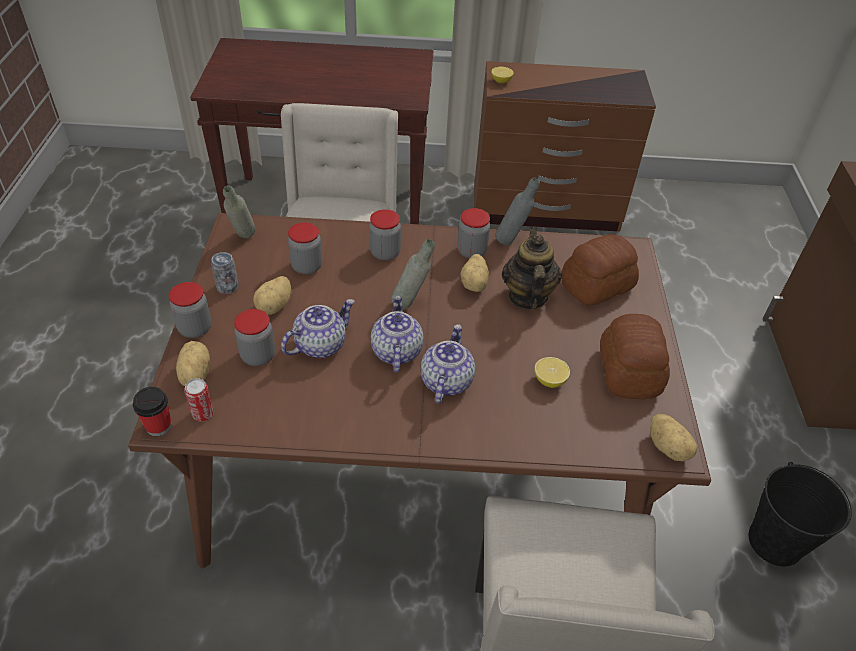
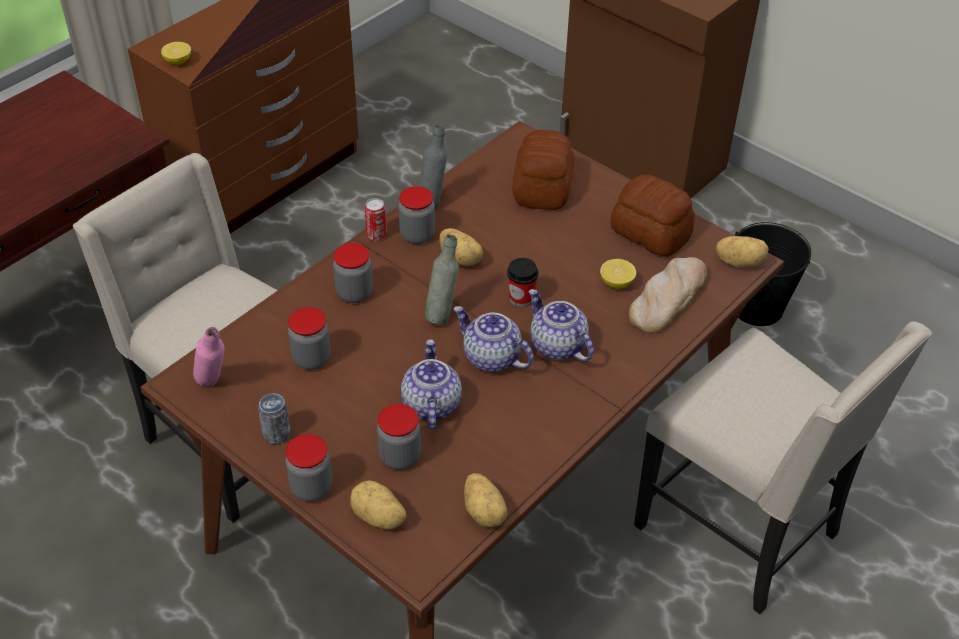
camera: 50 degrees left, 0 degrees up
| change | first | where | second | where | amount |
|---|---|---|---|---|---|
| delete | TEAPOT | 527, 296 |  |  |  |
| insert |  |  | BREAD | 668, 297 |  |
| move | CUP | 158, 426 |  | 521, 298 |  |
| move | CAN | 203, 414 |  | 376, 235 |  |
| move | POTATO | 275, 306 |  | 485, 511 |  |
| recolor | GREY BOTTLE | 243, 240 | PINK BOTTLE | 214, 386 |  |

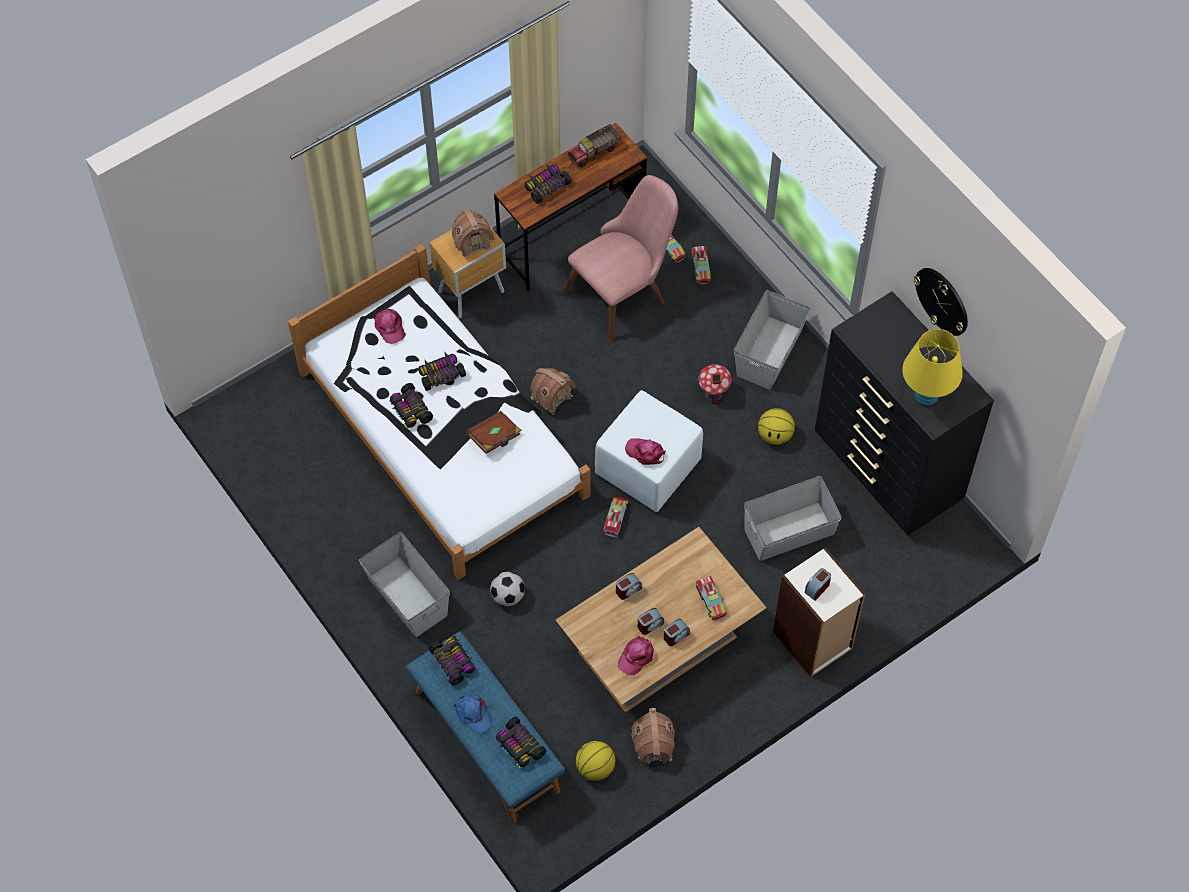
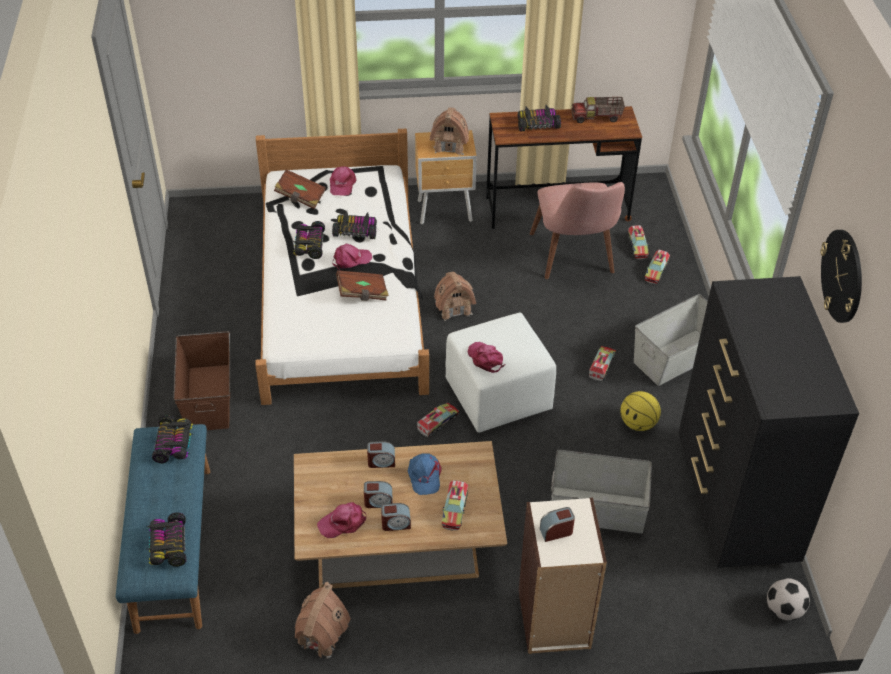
camera: 30 degrees right, 15 degrees down
| change | first | where | second | where | amount |
|---|---|---|---|---|---|
| delete | BASKETBALL | 595, 768 |  |  |  |
| delete | YELLOW TABLE LAMP | 925, 397 |  |  |  |
| insert |  |  | BROWN BOOK | 300, 197 |  |
| insert |  |  | PINK CAP | 351, 260 |  |
| move | BLUE CAP | 473, 714 |  | 424, 476 |  |
| move | FOOTBALL | 508, 596 |  | 783, 610 |  |
| replace | TOY HOUSE | 713, 393 | TOY TRUCK | 601, 366 |  |
| recolor | GREY STORAGE BOX | 407, 597 | BROWN STORAGE BOX | 208, 397 |  |
| rotate | PINK CHAIR | 624, 291 |  | 575, 260 | 90 degrees clockwise |

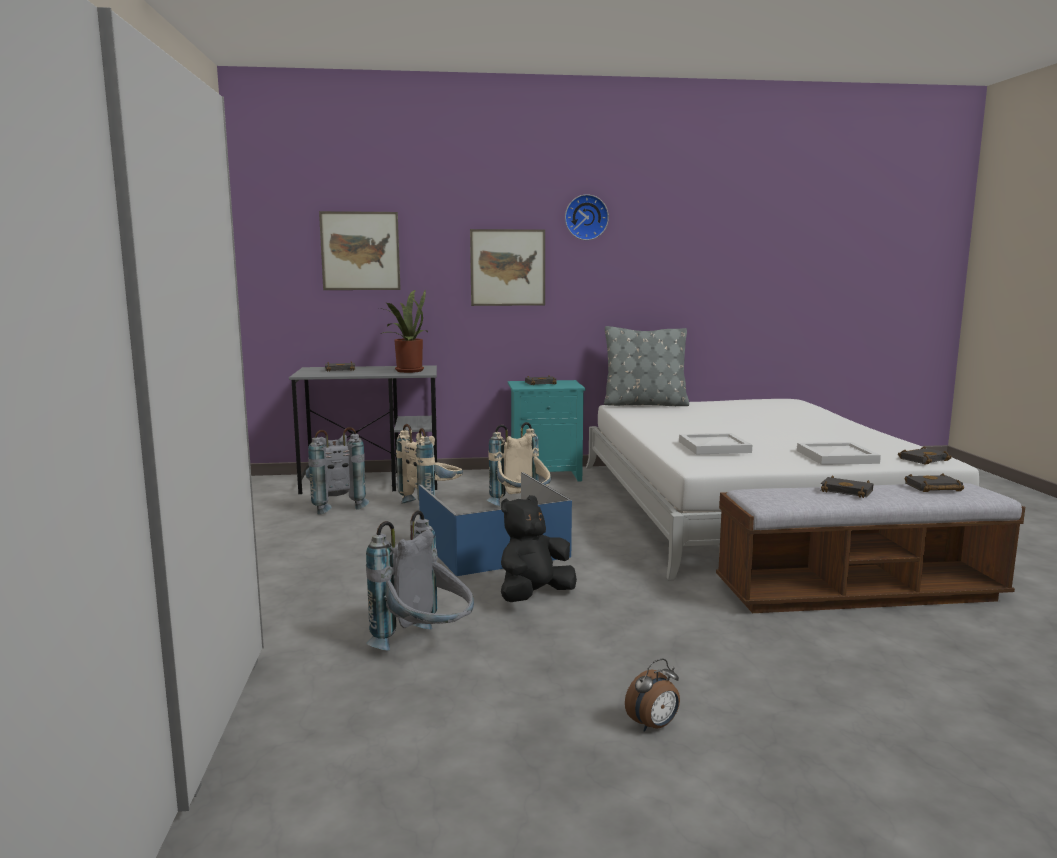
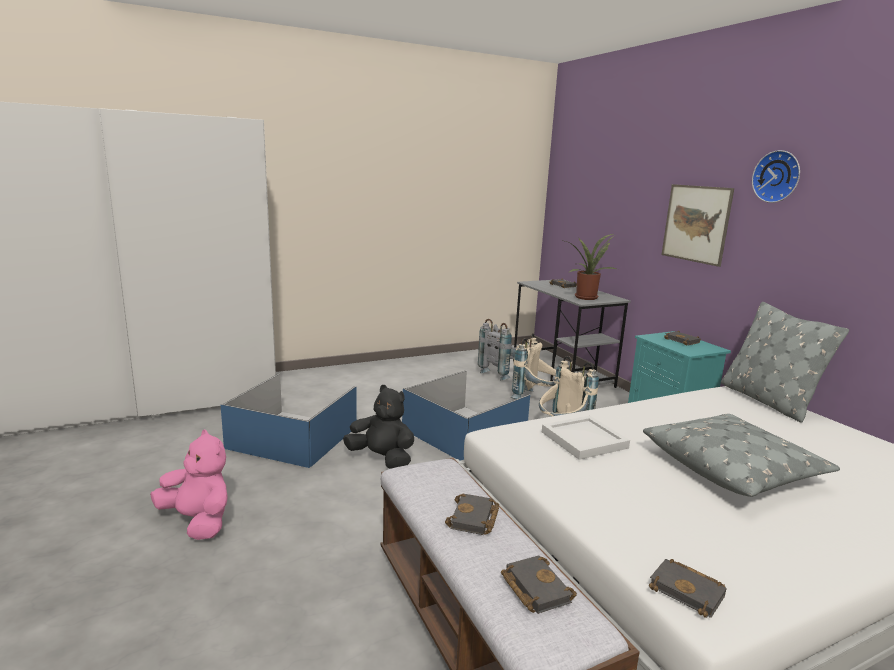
camera: 70 degrees right, 5 degrees up
| change | first | where | second | where | amount |
|---|---|---|---|---|---|
| delete | PICTURE | 360, 251 |  |  |  |
| delete | WHITE TRAY | 837, 456 |  |  |  |
| insert |  |  | GREY PILLOW | 732, 468 |  |
| replace | GREY BACKPACK | 426, 647 | BLUE STORAGE BOX | 295, 438 |  |
| replace | ALARM CLOCK | 654, 726 | PINK PLUSH TOY | 198, 521 |  |

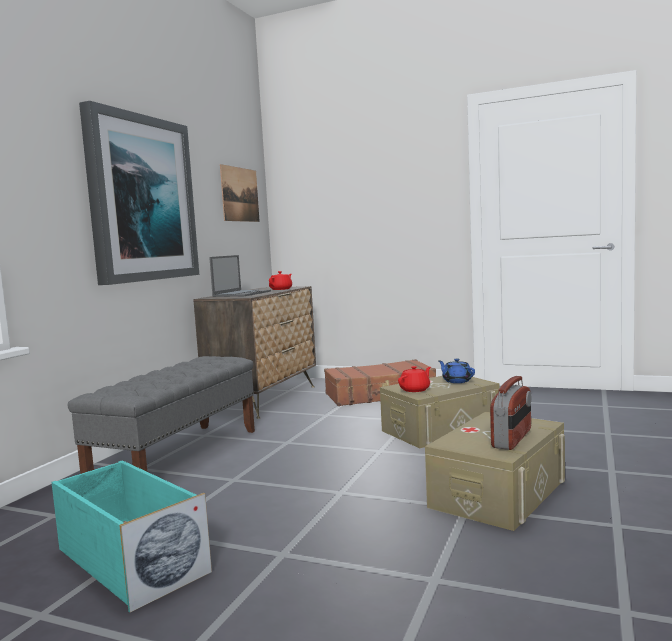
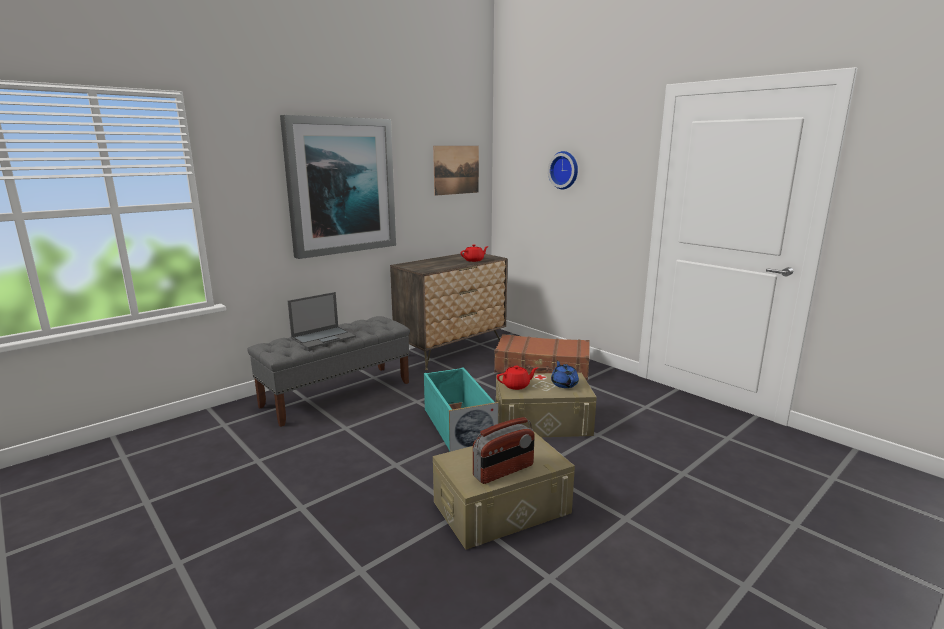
camera: 25 degrees right, 10 degrees up
| change | first | where | second | where | amount |
|---|---|---|---|---|---|
| insert |  |  | WALL CLOCK | 564, 170 |  |
| move | TURQUOISE STORAGE BOX | 129, 561 |  | 457, 426 |  |
| move | LAPTOP | 242, 294 |  | 324, 337 |  |

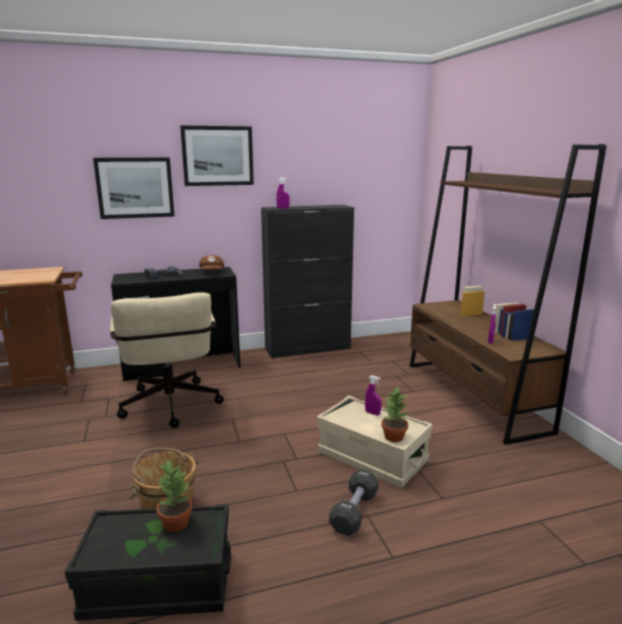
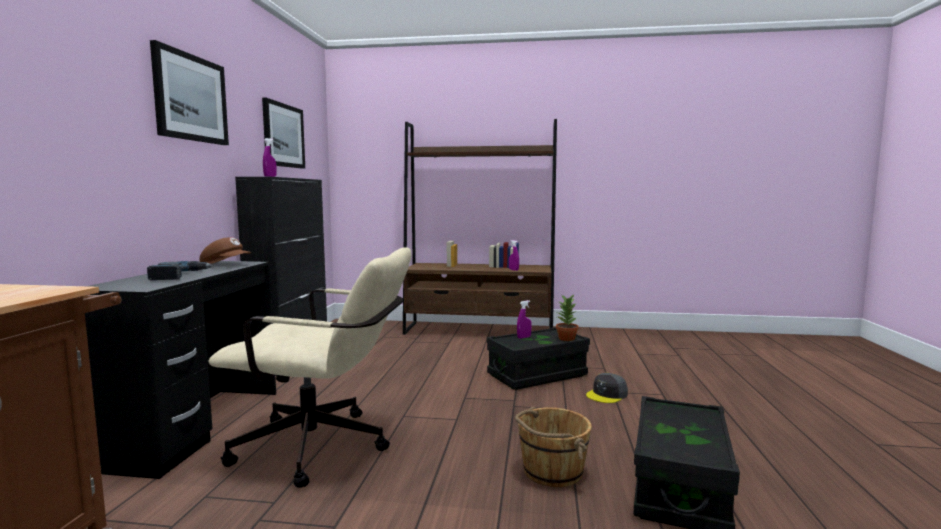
camera: 65 degrees left, 10 degrees down
| change | first | where | second | where | amount |
|---|---|---|---|---|---|
| delete | POTTED PLANT | 175, 523 |  |  |  |
| move | PICTURE | 135, 188 |  | 283, 135 |  |
| replace | BLACK DUMBBELL | 354, 512 | GREY CAP | 607, 395 |  |
| recolor | BEIGE STORAGE BOX | 372, 457 | BLACK STORAGE BOX | 537, 375 |  |

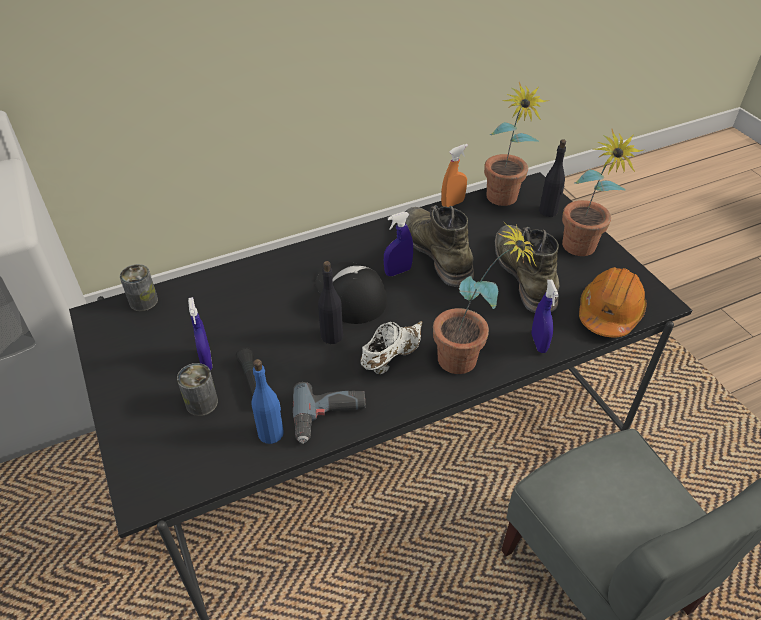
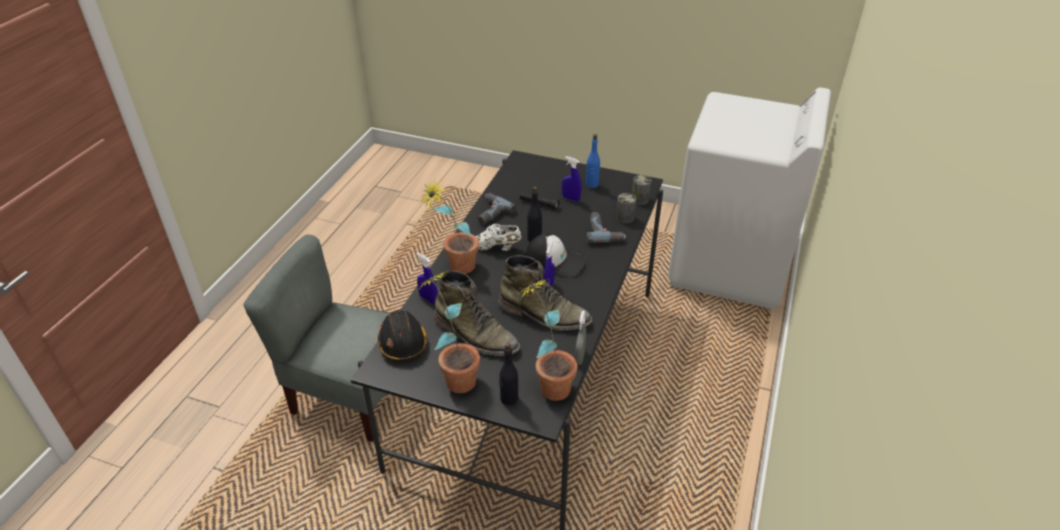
camera: 135 degrees right, 5 degrees down
| change | first | where | second | where | amount |
|---|---|---|---|---|---|
| insert |  |  | POWER DRILL | 604, 232 |  |
| move | CAN | 201, 402 |  | 625, 218 |  |
| move | BLUE BOTTLE | 271, 433 |  | 592, 184 |  |
| recolor | ORANGE SPRAY BOTTLE | 452, 203 | GREY SPRAY BOTTLE | 579, 357 |  |
| recolor | ORANGE HARD HAT | 609, 312 | BLACK HARD HAT | 402, 342 |  |
| rotate | WHITE SHOE | 390, 357 |  | 495, 247 | 105 degrees clockwise |

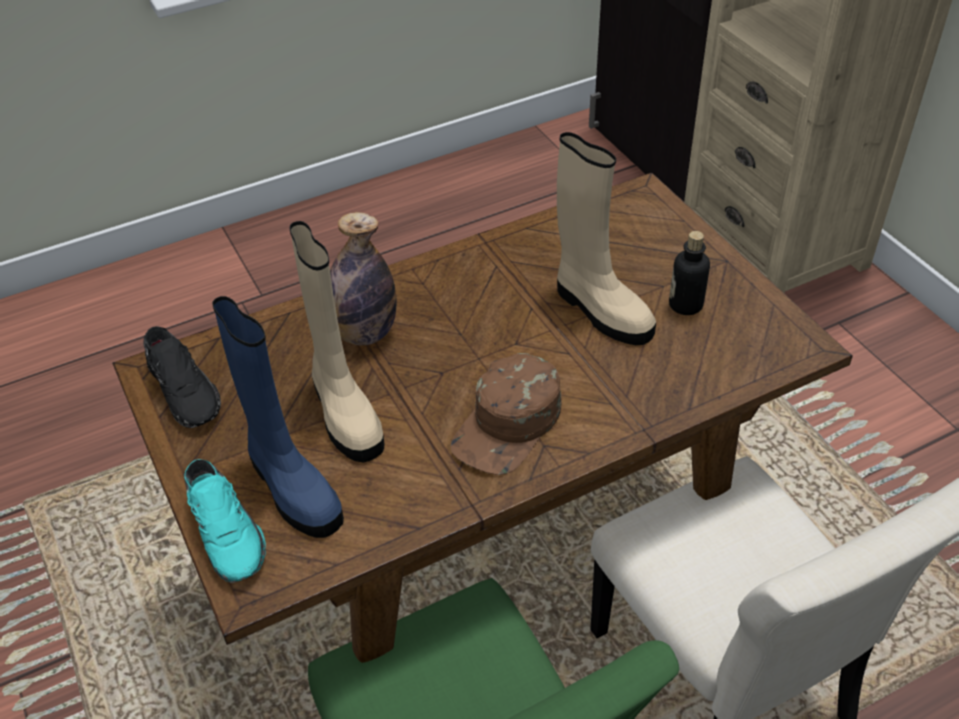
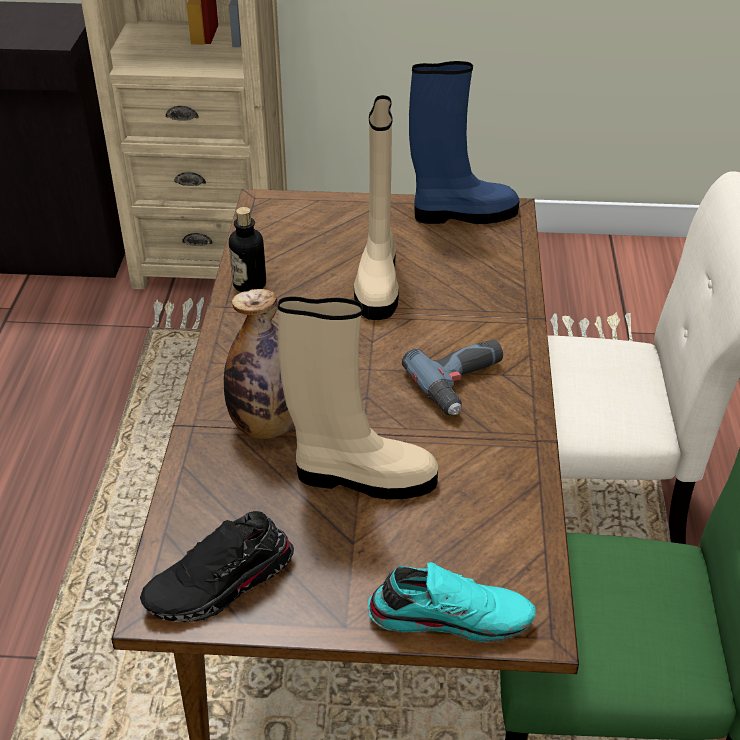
camera: 60 degrees left, 5 degrees down
| change | first | where | second | where | amount |
|---|---|---|---|---|---|
| move | BLUE BOOT | 291, 487 |  | 462, 214 |  |
| move | BOTTLE | 685, 305 |  | 249, 284 |  |
| replace | BROWN CAP | 508, 425 | POWER DRILL | 464, 383 |  |
| rotate | BLACK SHOE | 186, 390 |  | 221, 585 | 150 degrees clockwise |
| rotate | BEIGE BOOT | 600, 310 |  | 378, 282 | 105 degrees clockwise |

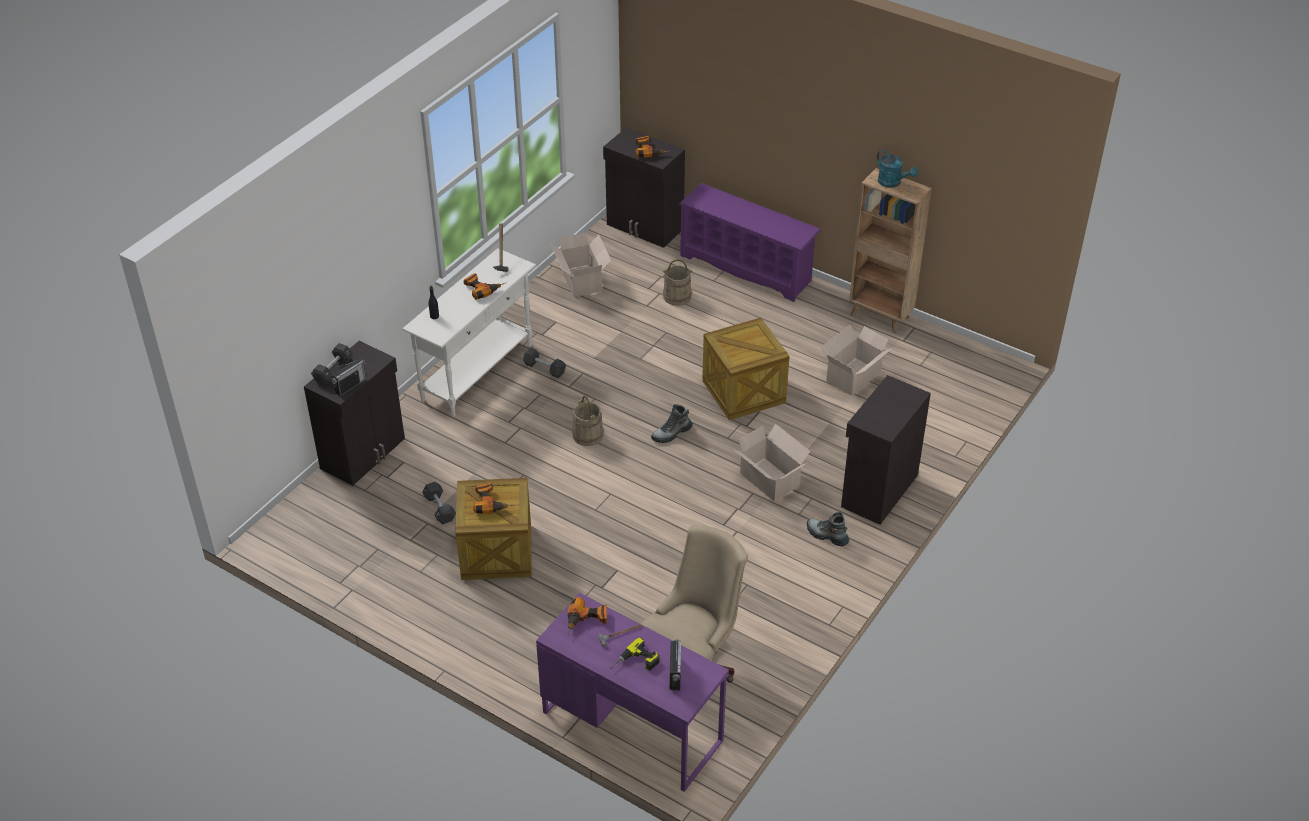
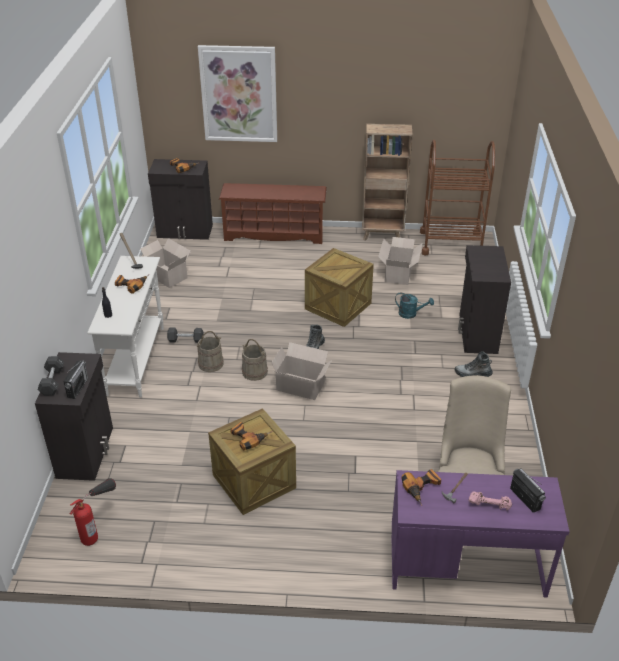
camera: 30 degrees left, 5 degrees down
| change | first | where | second | where | amount |
|---|---|---|---|---|---|
| delete | BLACK DUMBBELL | 439, 508 |  |  |  |
| insert |  |  | FIRE EXTINGUISHER | 99, 527 |  |
| insert |  |  | PICTURE | 239, 94 |  |
| insert |  |  | BROWN CART | 451, 243 |  |
| move | BEIGE BUCKET | 677, 296 |  | 210, 363 |  |
| move | CARDBOARD BOX | 770, 480 |  | 301, 387 |  |
| move | TURQUOISE WATERING CAN | 892, 183 |  | 411, 314 |  |
| replace | POWER DRILL | 635, 663 | PINK DUMBBELL | 489, 504 |  |
| recolor | PURPLE SHOE RACK | 747, 268 | BROWN SHOE RACK | 274, 234 |  |

